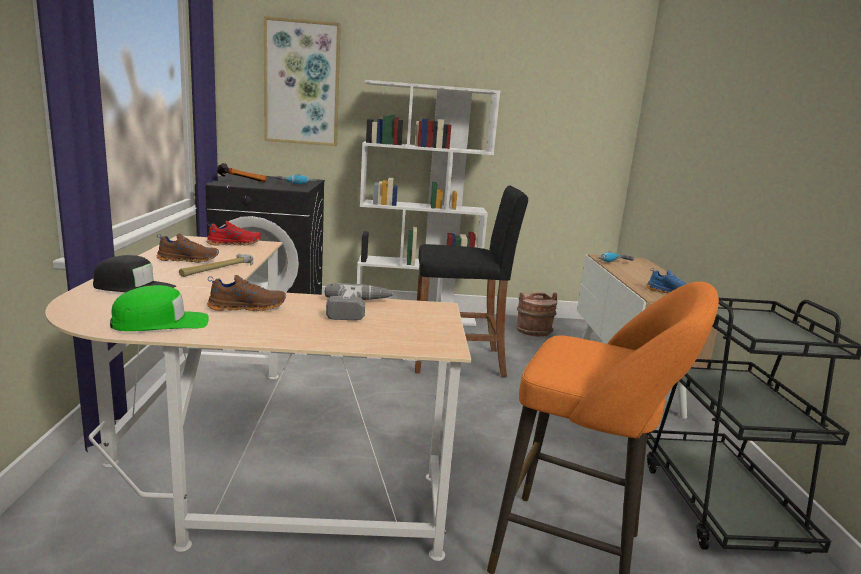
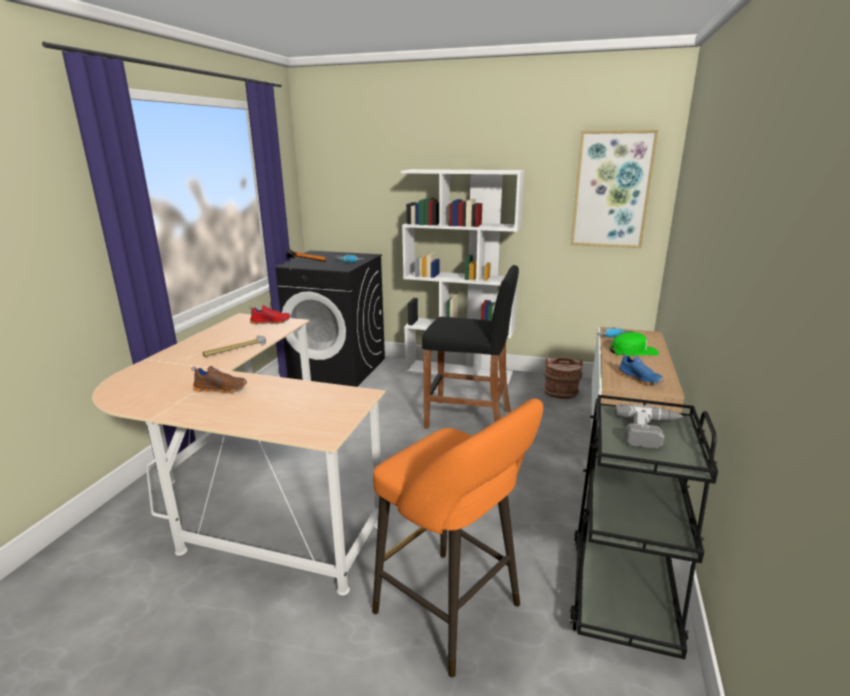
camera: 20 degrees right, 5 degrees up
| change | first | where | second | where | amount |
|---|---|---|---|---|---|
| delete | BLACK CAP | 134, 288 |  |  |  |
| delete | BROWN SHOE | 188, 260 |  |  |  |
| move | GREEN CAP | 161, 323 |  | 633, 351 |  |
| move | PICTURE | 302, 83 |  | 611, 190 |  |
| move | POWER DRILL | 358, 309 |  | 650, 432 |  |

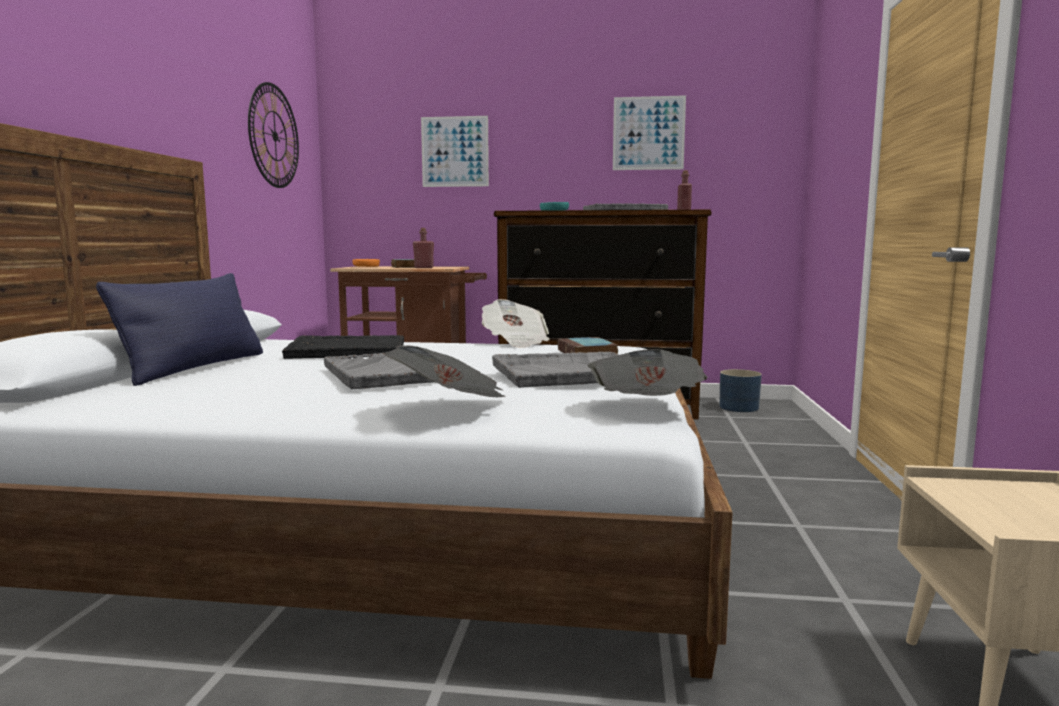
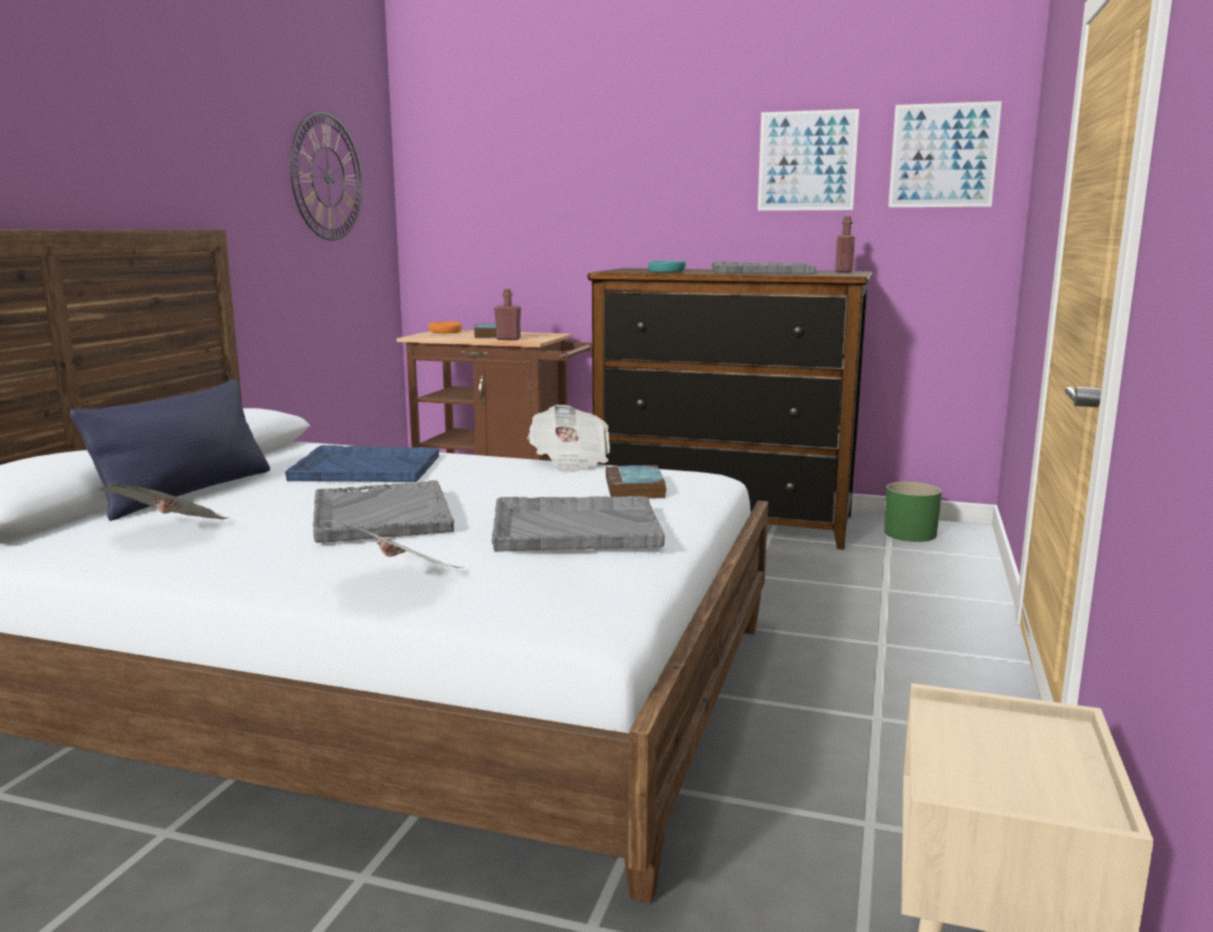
camera: 10 degrees right, 5 degrees up
| change | first | where | second | where | amount |
|---|---|---|---|---|---|
| move | PICTURE | 455, 151 |  | 943, 155 |  |
| move | NEWSPAPER | 646, 407 |  | 173, 533 |  |
| recolor | BLACK TRAY | 346, 350 | BLUE TRAY | 364, 468 |  |
| recolor | BLUE PLANTER | 739, 407 | GREEN PLANTER | 910, 534 |  |

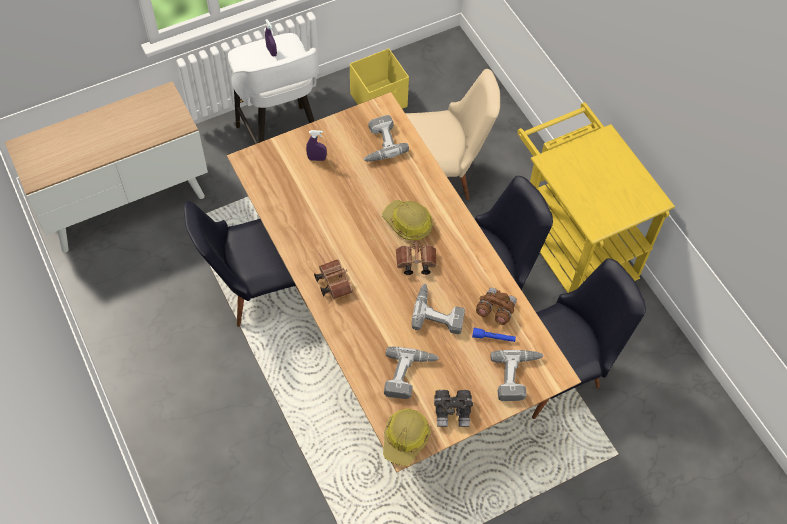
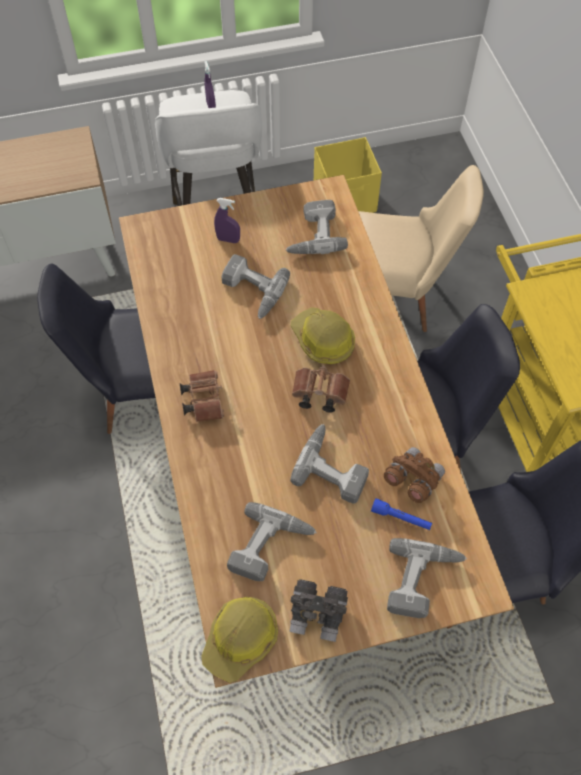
camera: 15 degrees right, 0 degrees up
| change | first | where | second | where | amount |
|---|---|---|---|---|---|
| insert |  |  | POWER DRILL | 251, 291 |  |

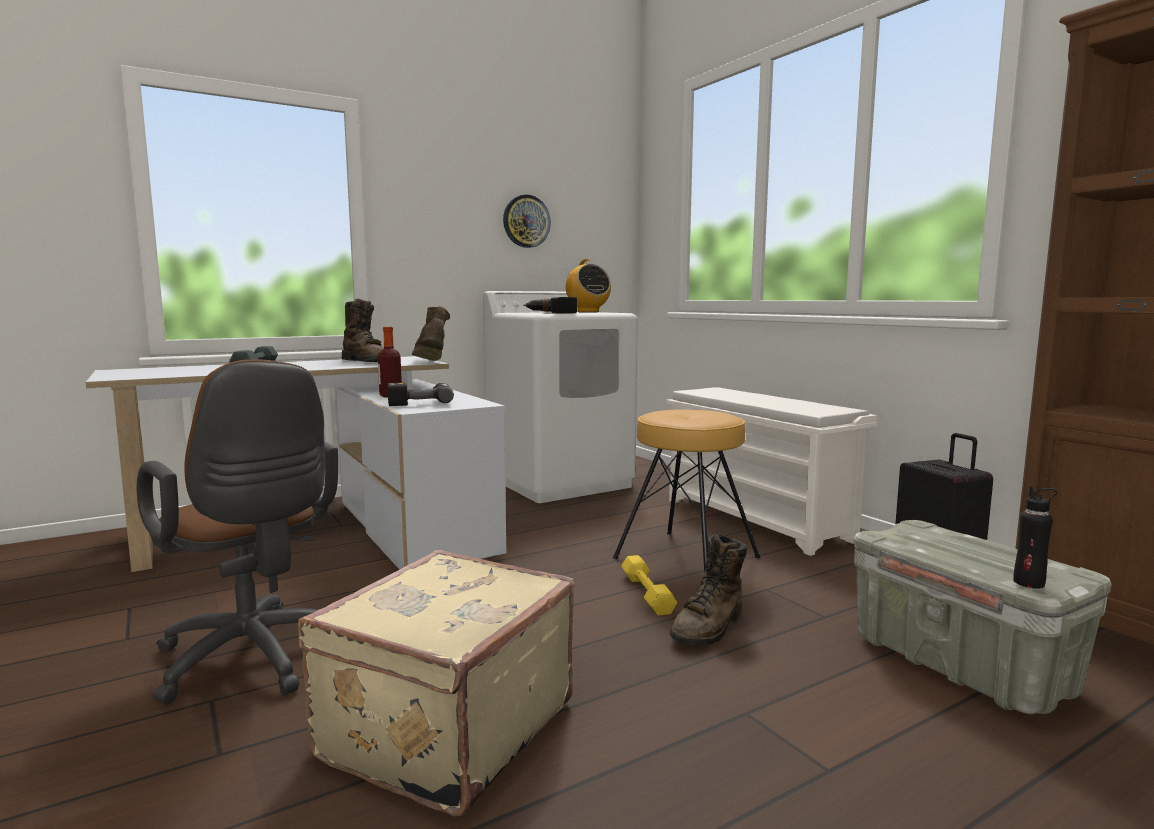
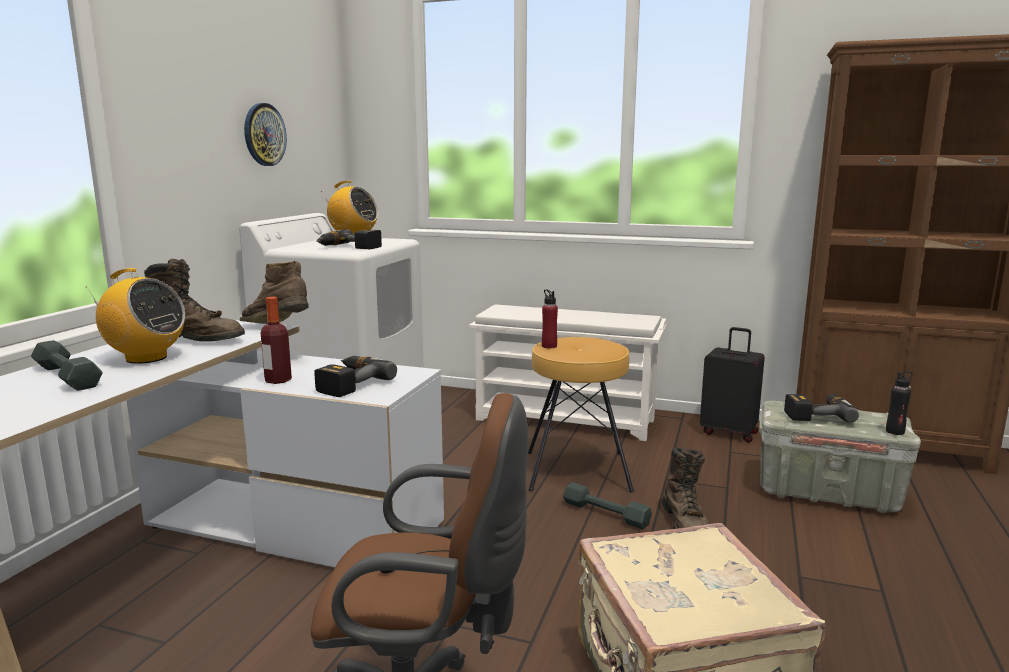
camera: 40 degrees left, 5 degrees up
| change | first | where | second | where | amount |
|---|---|---|---|---|---|
| insert |  |  | RADIO | 145, 358 |  |
| insert |  |  | RED BOTTLE | 549, 346 |  |
| insert |  |  | POWER DRILL | 816, 414 |  |
| recolor | YELLOW DUMBBELL | 646, 593 | GREY DUMBBELL | 605, 513 |  |

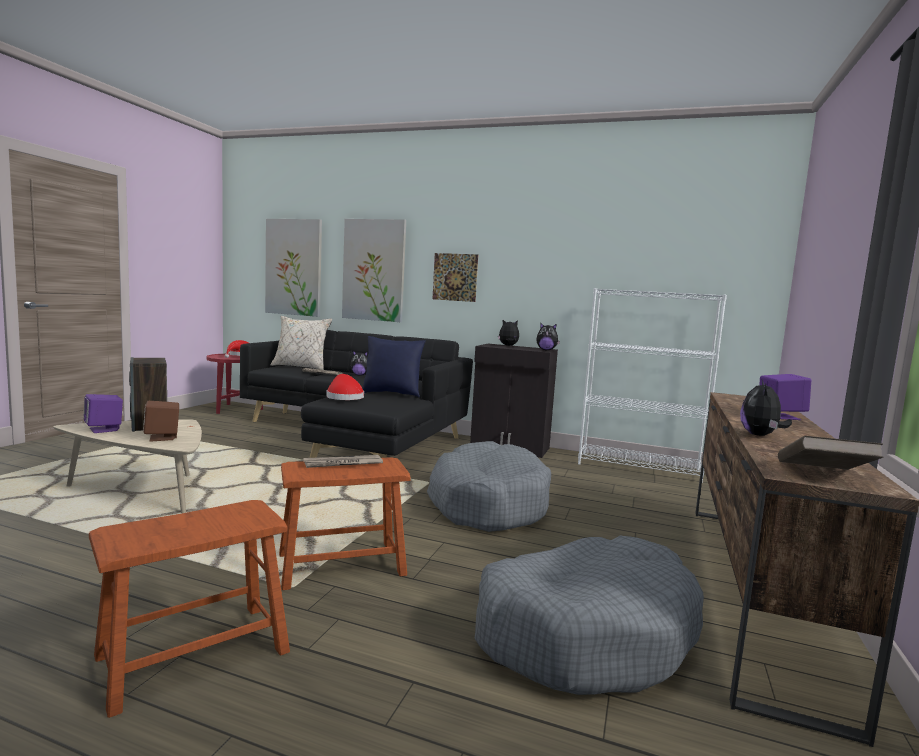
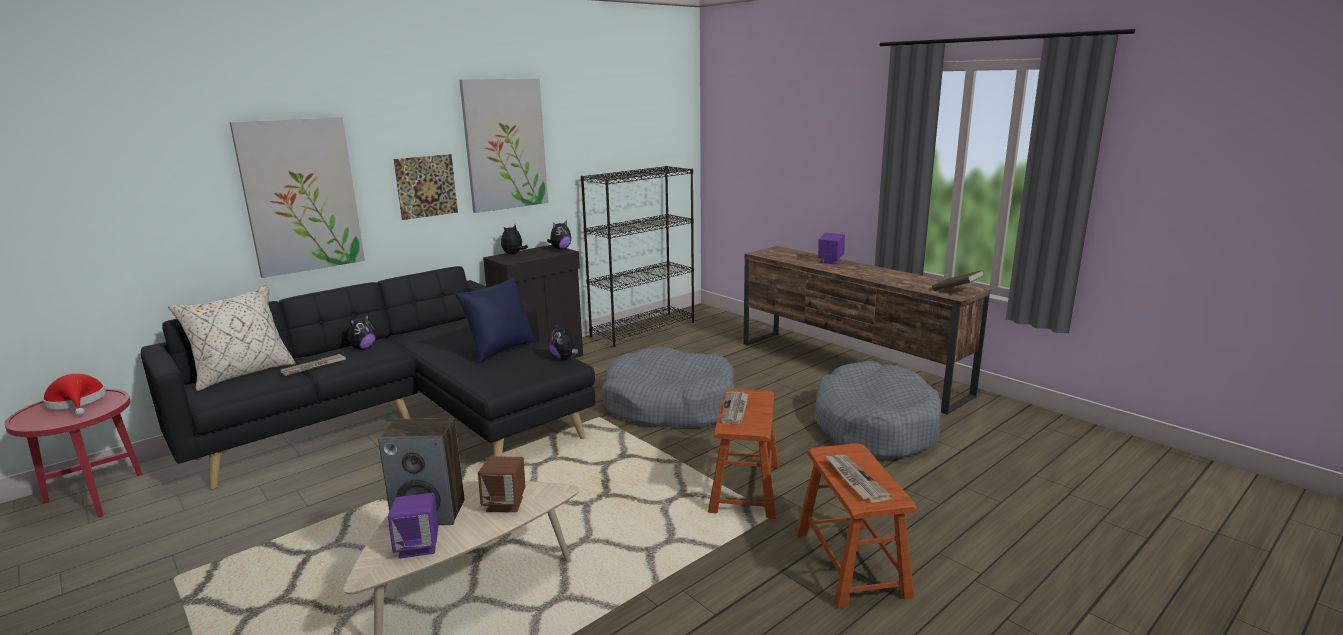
camera: 60 degrees left, 10 degrees up
| change | first | where | second | where | amount |
|---|---|---|---|---|---|
| delete | RED HAT | 344, 397 |  |  |  |
| insert |  |  | NEWSPAPER | 855, 480 |  |
| move | PICTURE | 294, 267 |  | 505, 144 |  |
| move | PLUSH TOY | 760, 435 |  | 564, 358 |  |
| recolor | WHITE BOOKCASE | 639, 467 | BLACK BOOKCASE | 643, 329 |  |

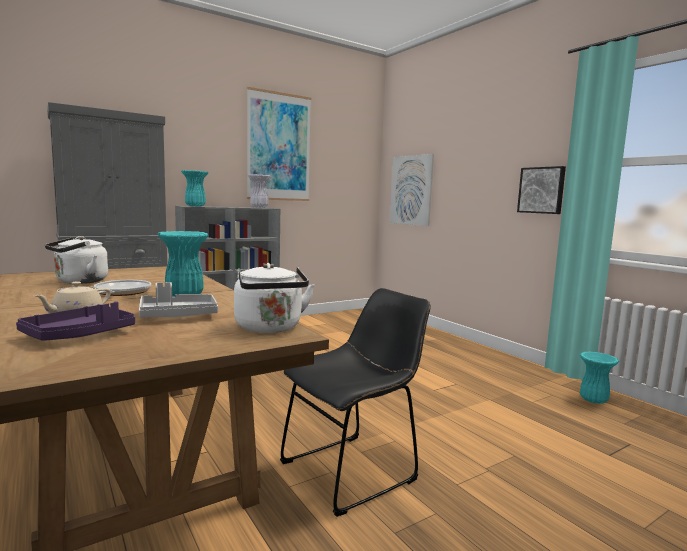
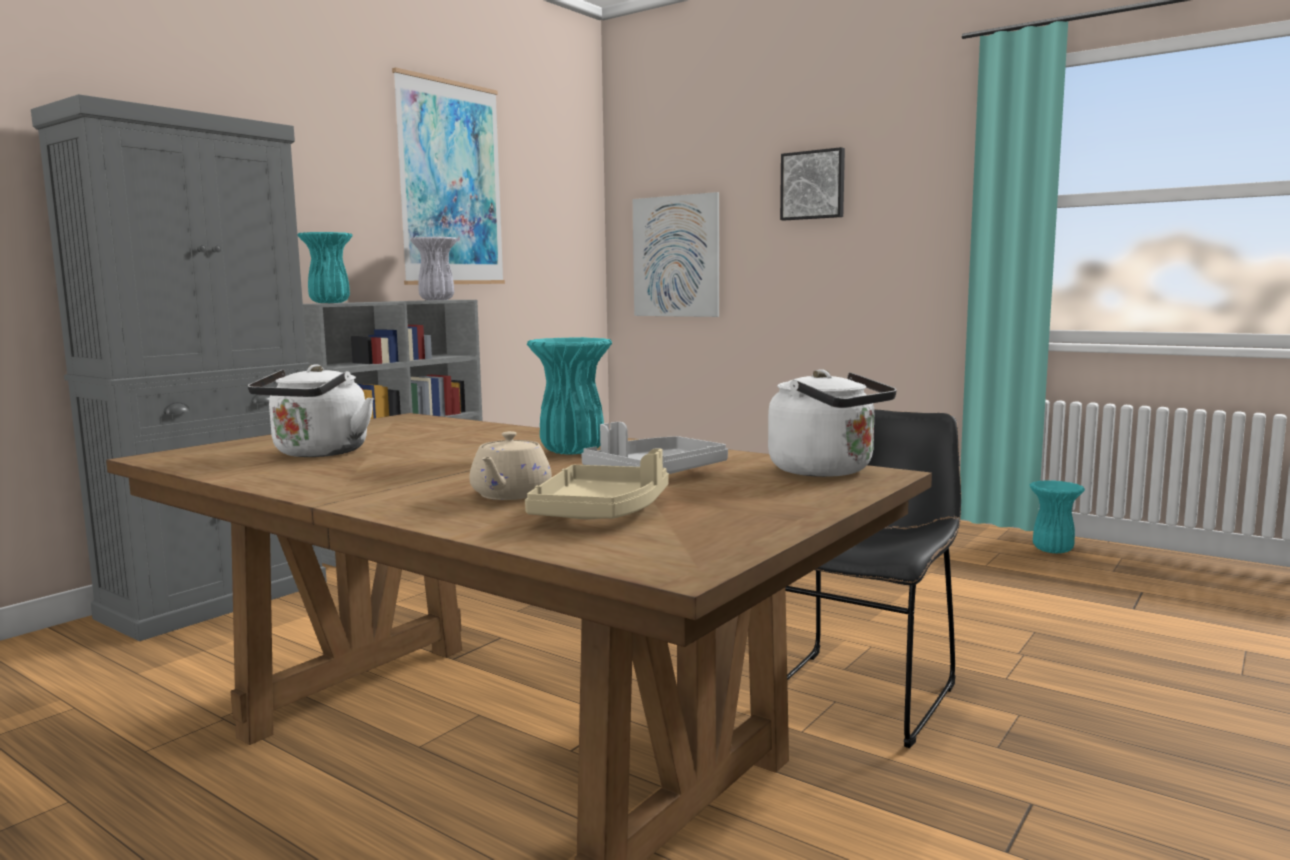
camera: 20 degrees left, 0 degrees up
| change | first | where | second | where | amount |
|---|---|---|---|---|---|
| delete | FRYING PAN | 120, 293 |  |  |  |
| move | PICTURE | 541, 190 |  | 813, 185 |  |
| recolor | PURPLE TRAY | 80, 335 | BEIGE TRAY | 602, 512 |  |

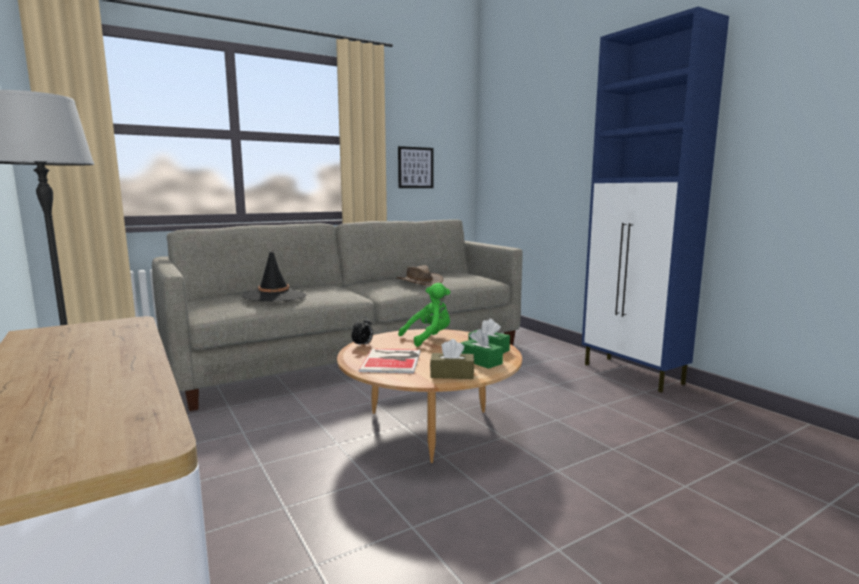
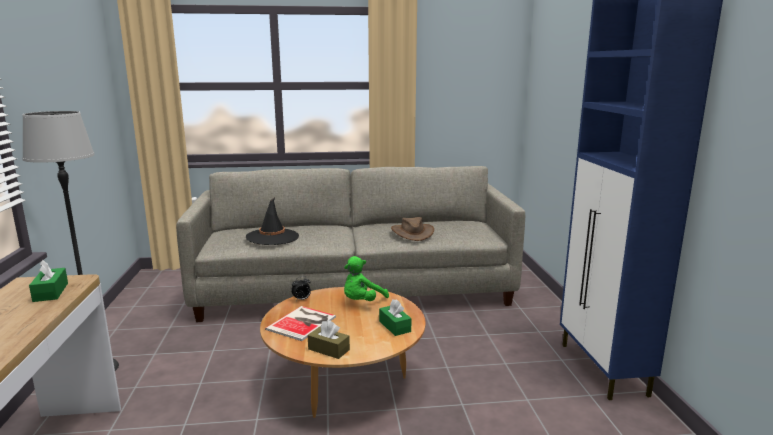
camera: 25 degrees right, 5 degrees up
| change | first | where | second | where | amount |
|---|---|---|---|---|---|
| delete | PICTURE | 415, 167 |  |  |  |
| move | GREEN TISSUE BOX | 480, 361 |  | 51, 292 |  |
| rotate | GREEN PLUSH TOY | 429, 338 |  | 362, 302 | 135 degrees clockwise |

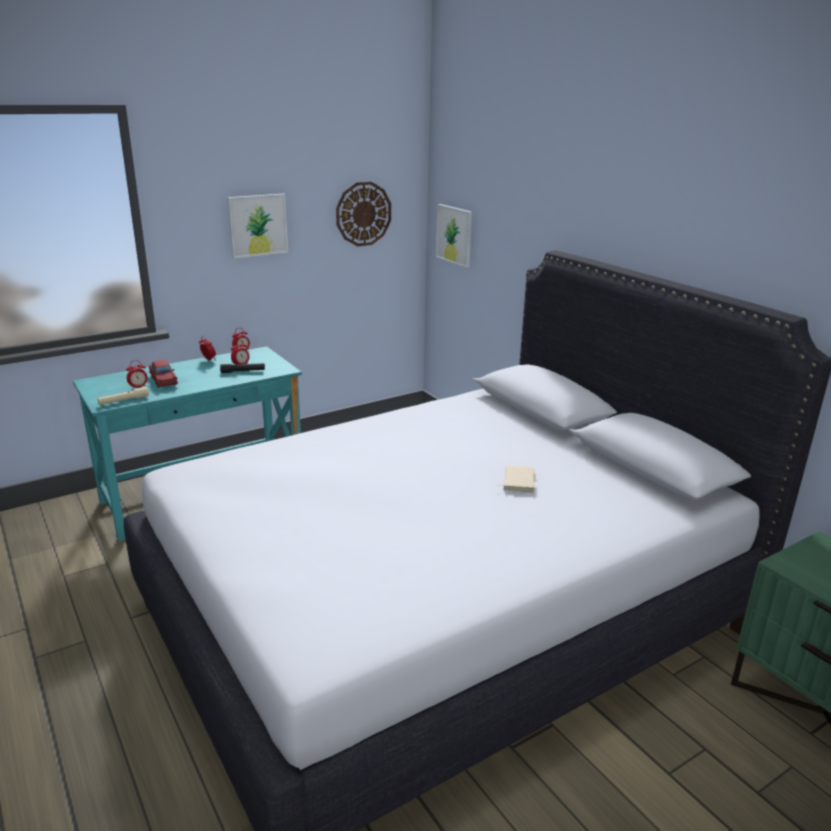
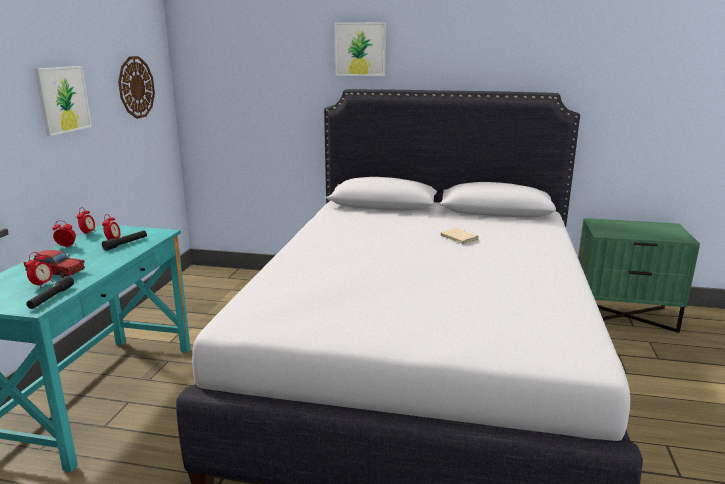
camera: 45 degrees left, 5 degrees down
| change | first | where | second | where | amount |
|---|---|---|---|---|---|
| move | PICTURE | 454, 235 |  | 360, 49 |  |
| recolor | BEIGE FLASHLIGHT | 123, 401 | BLACK FLASHLIGHT | 51, 298 |  |

